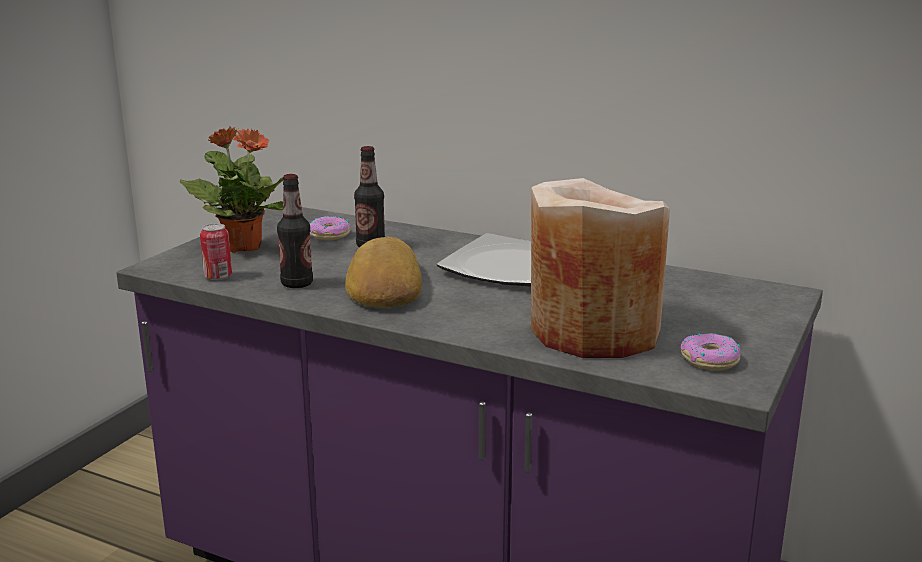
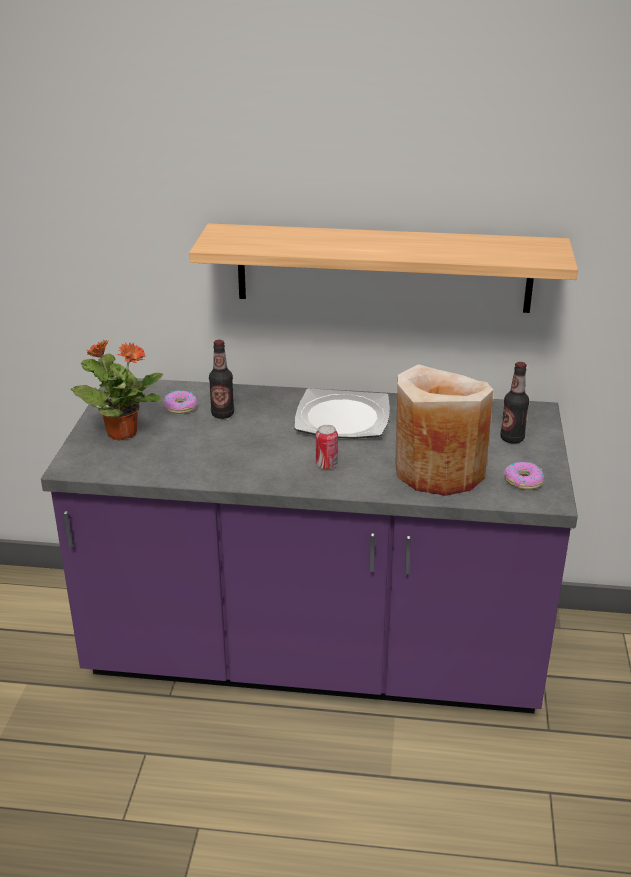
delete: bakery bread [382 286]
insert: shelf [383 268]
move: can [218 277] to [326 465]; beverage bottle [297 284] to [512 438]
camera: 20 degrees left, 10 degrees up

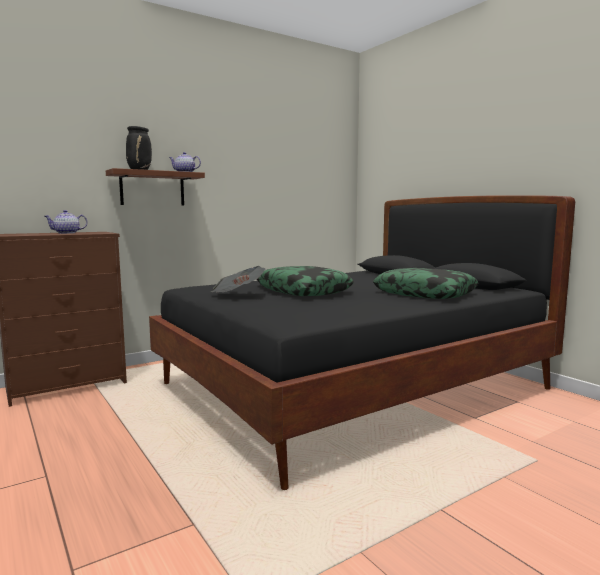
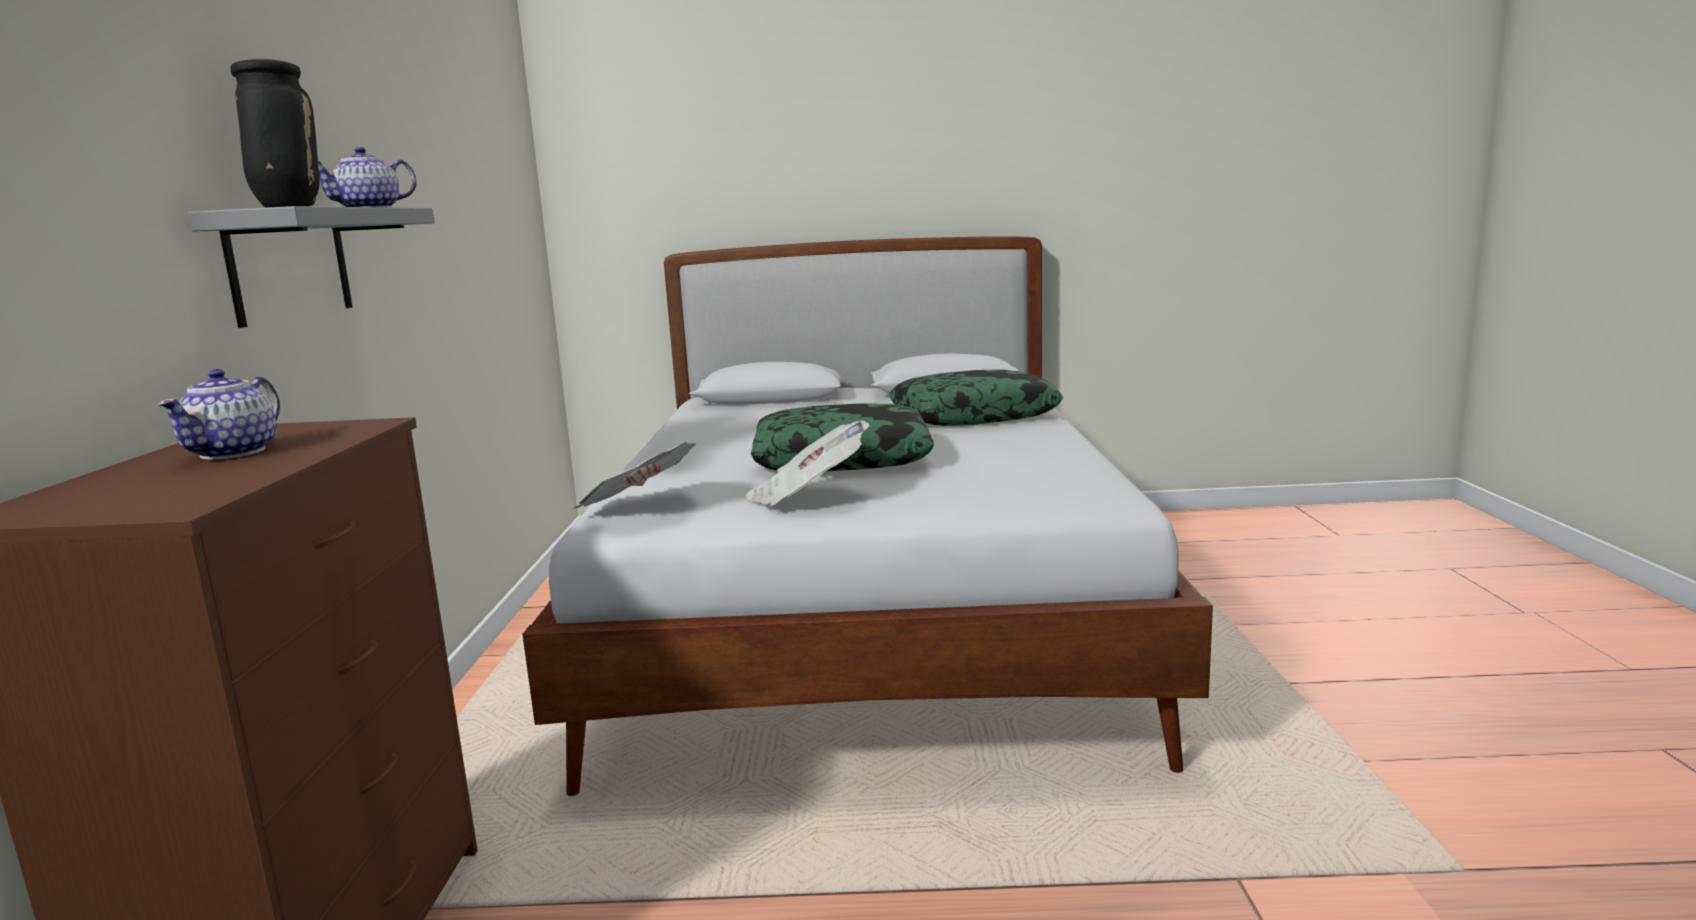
insert: printed paper [638 508]
recolor: brown shelf [152 189] to gray shelf [290 265]; blackish bedroom bed [353 387] to white-coloured bedroom bed [869 620]
camera: 55 degrees left, 5 degrees up

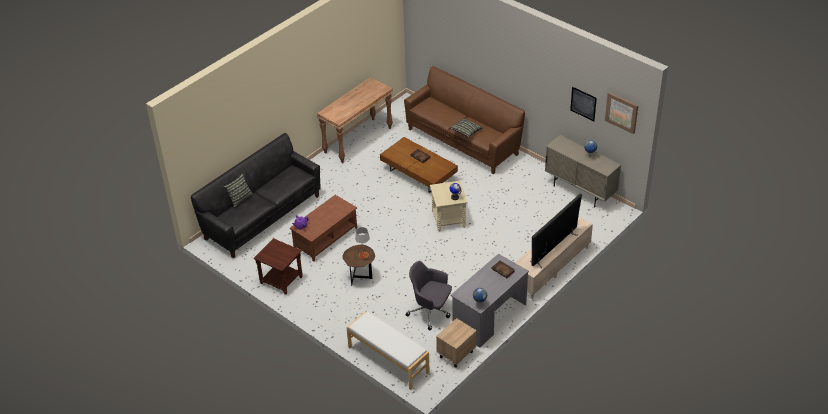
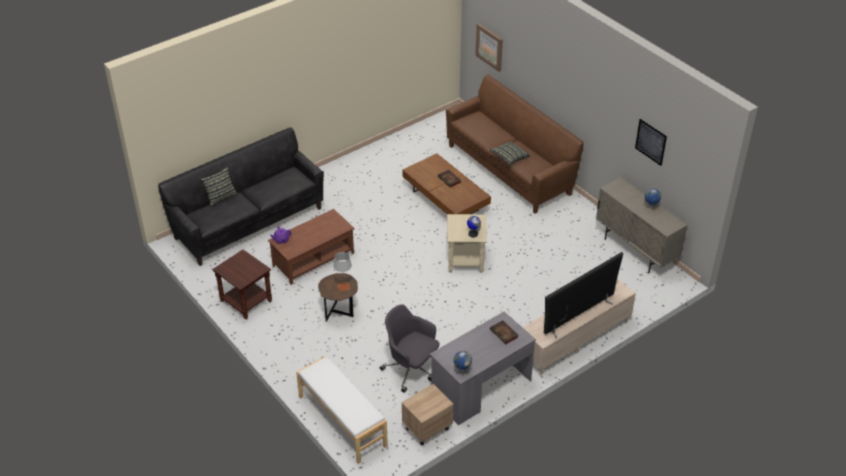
delete: brown narrow table [357 140]
move: wall art [622 112] to [489 47]
camera: 10 degrees right, 0 degrees up

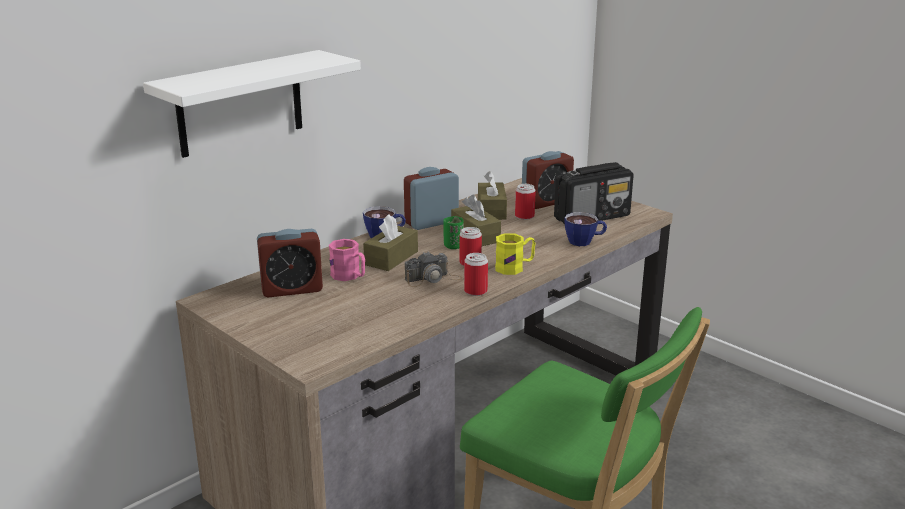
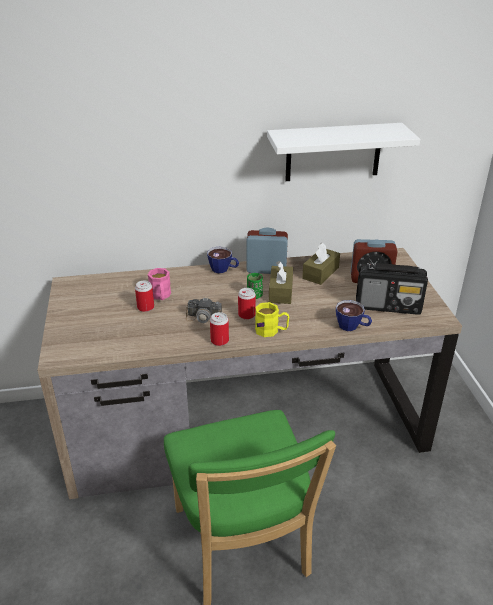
delete: bedside clock [292 289]; brown tissue holder [391 258]
move: can [524 216] to [145 307]; white-coloured shelf [240 103] to [333 152]
camera: 35 degrees right, 10 degrees up

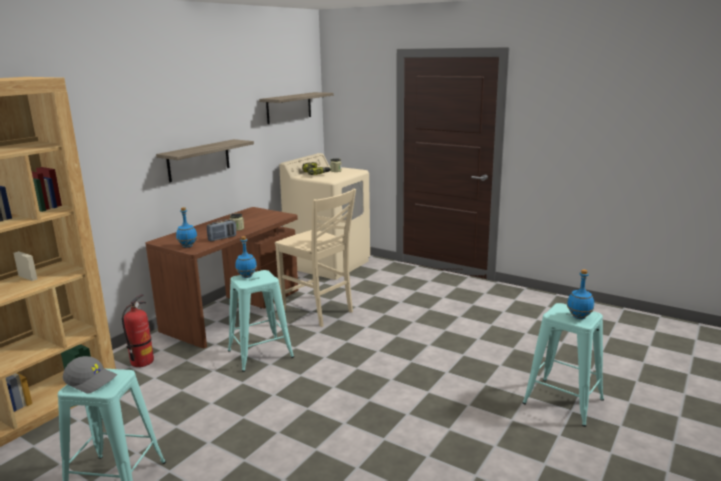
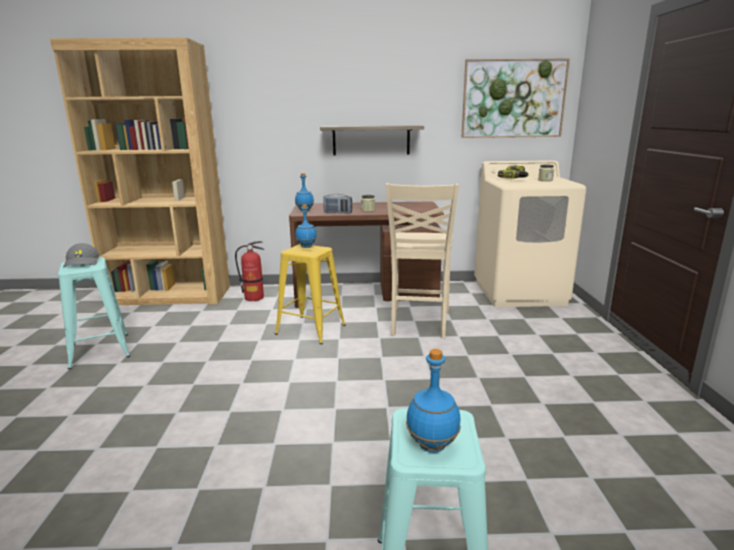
replace: shelf [289 107] to wall art [513 99]
recolor: turquoise stool [260 354] to yellow stool [310 329]
camera: 55 degrees right, 0 degrees up

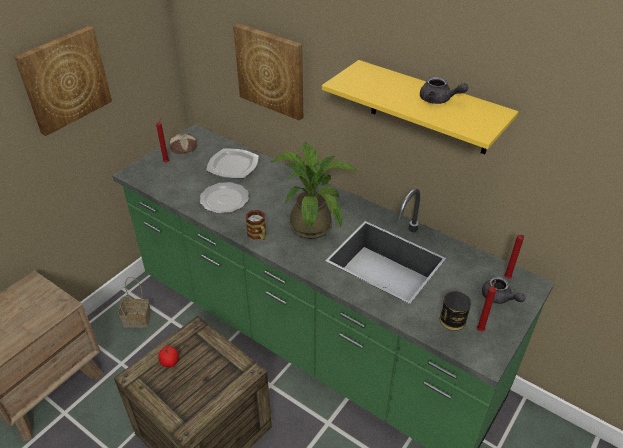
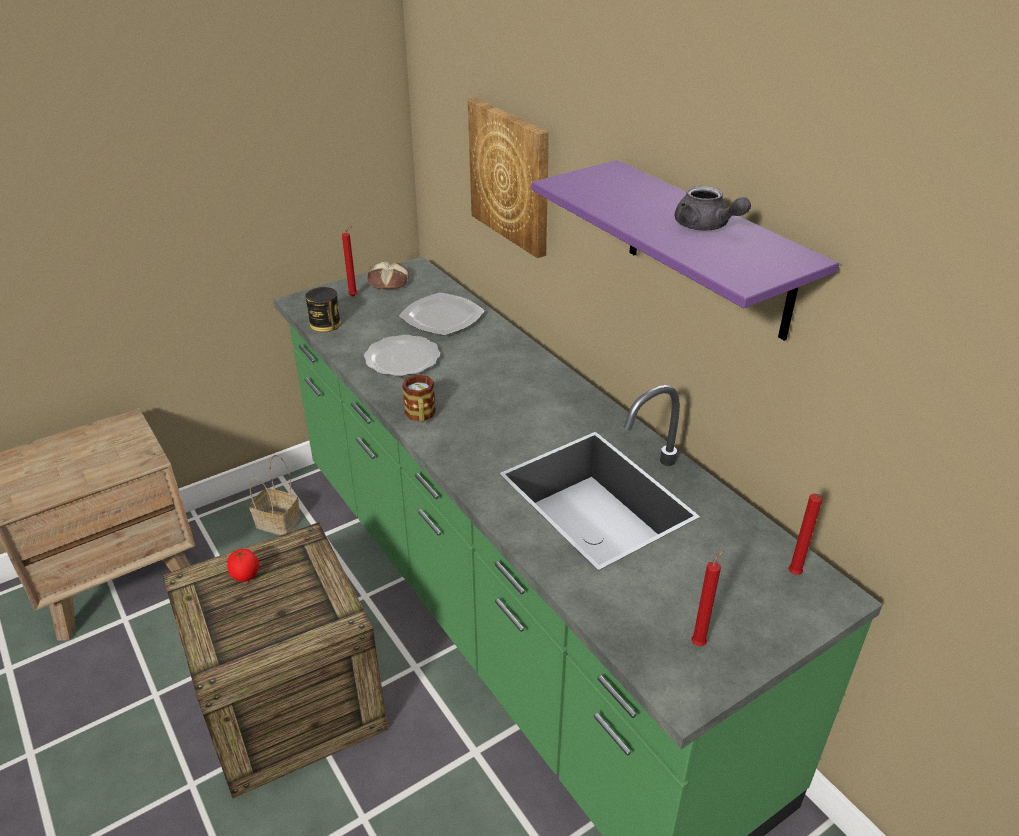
delete: wall art [64 79]; plant in a pot [312 223]; gray pot for tea [499 298]
move: can [452 320] to [325 324]
recolor: yellow shelf [429 108] to purple shelf [708 250]
camera: 20 degrees right, 5 degrees down

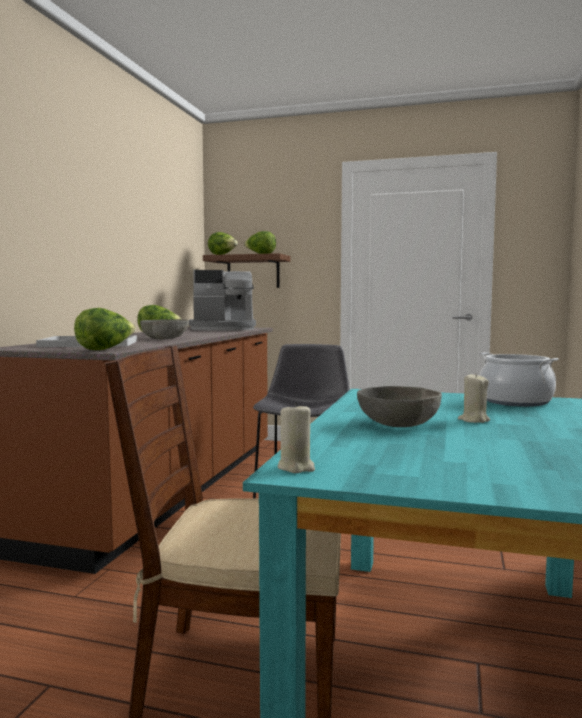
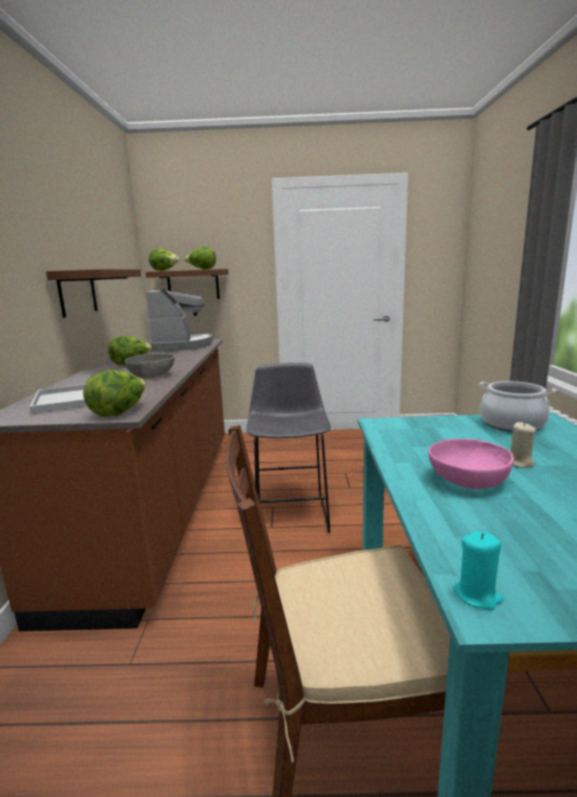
insert: brown shelf [77 292]
recolor: gray bowl [398 423] to pink bowl [467 480]; beige-coloured wax candle [296 467] to turquoise wax candle [477 595]
rotate: coffee brewer [223 329] = [181 346] 75 degrees counterclockwise
camera: 15 degrees left, 10 degrees up

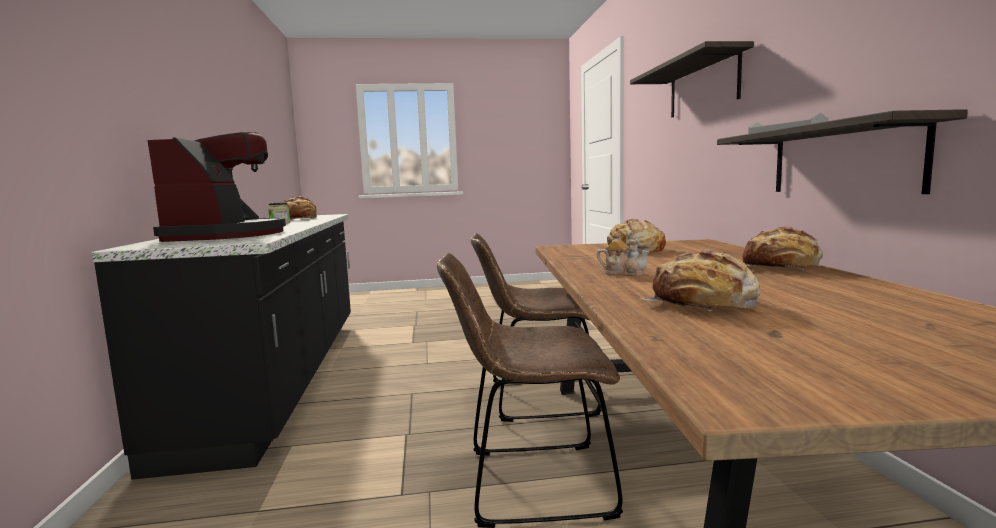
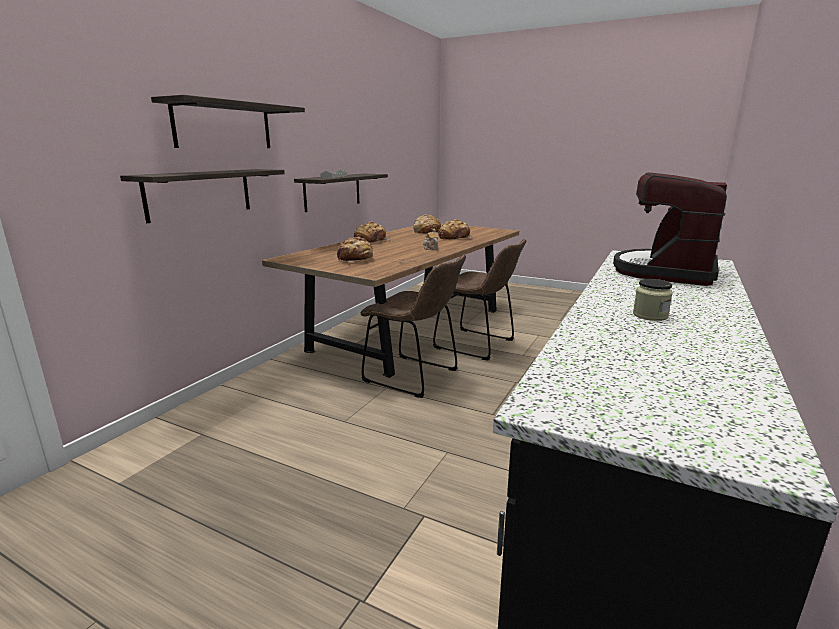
insert: shelf [199 193]
move: bakery bread [298 219] to [427 231]
camera: 145 degrees left, 10 degrees up

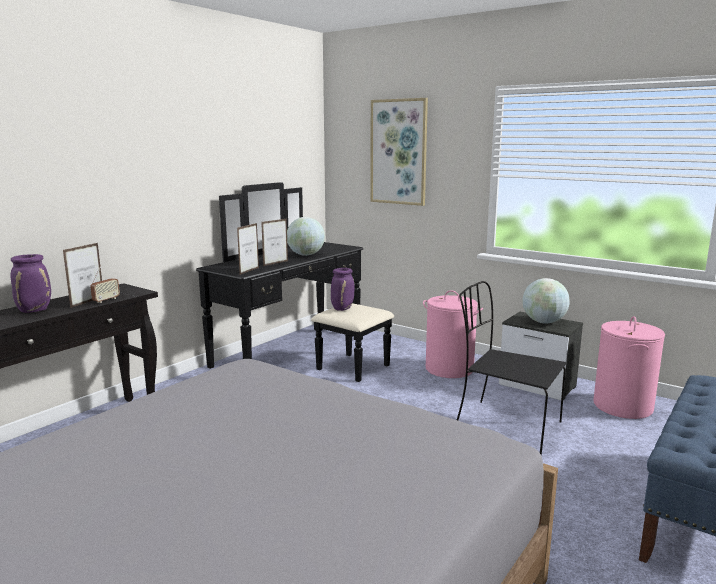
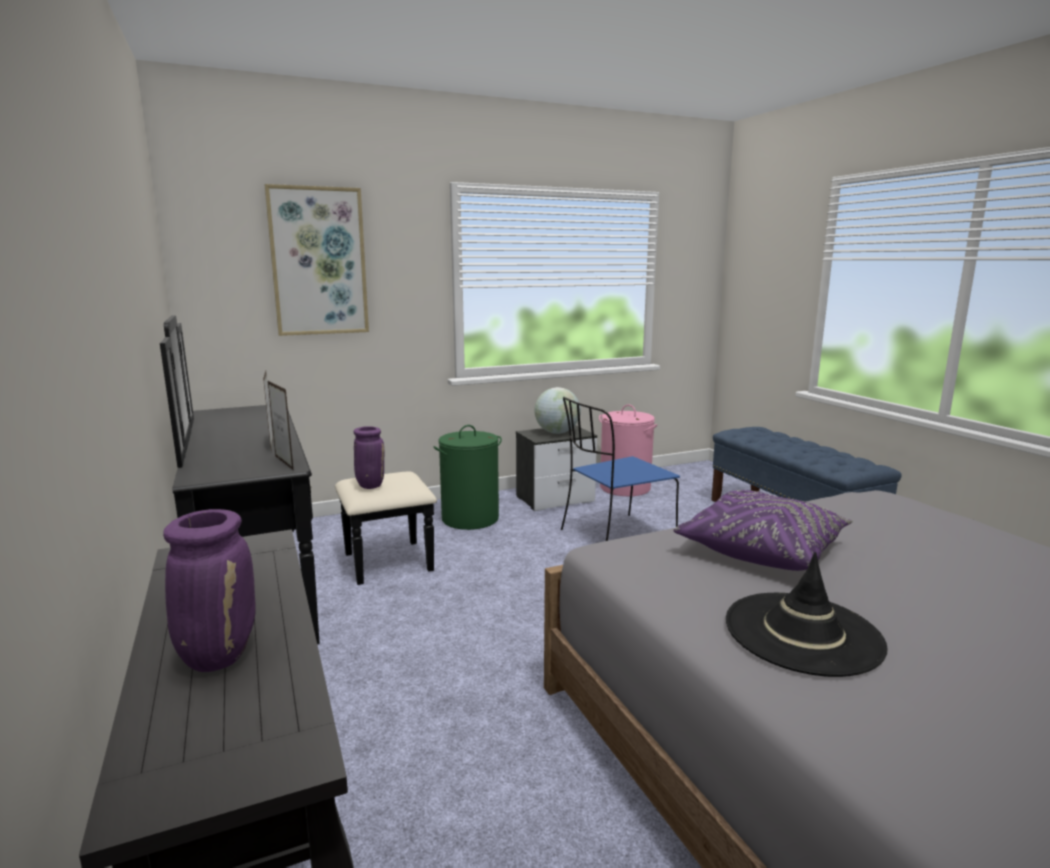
delete: standing frame [87 302]; radio [106 300]; world globe [306 255]
insert: purple pillow [762 549]; blackish wearable hat [802 633]
recolor: pink laundry basket [449 369] to green-coloured laundry basket [470 518]; blackish plain chair [505 426] to blue plain chair [615 536]
camera: 60 degrees left, 0 degrees up

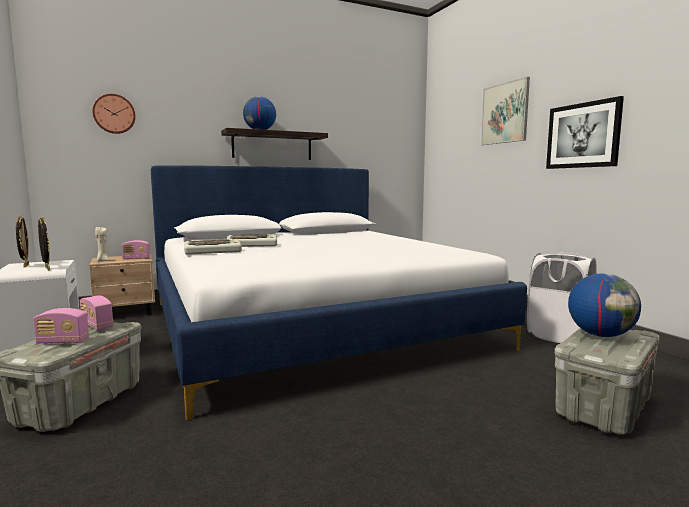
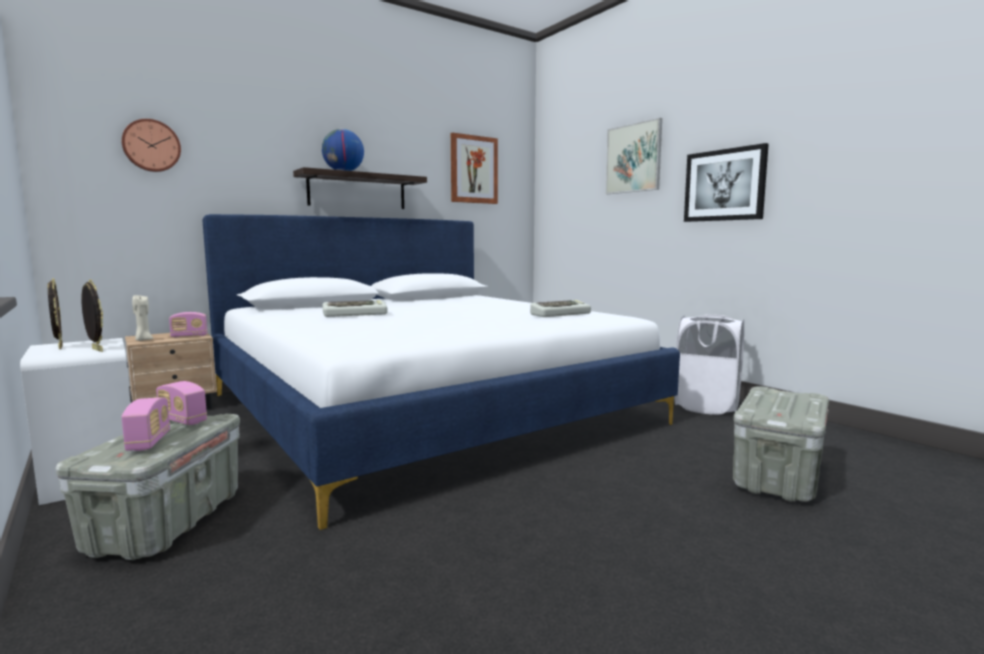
delete: world globe [600 335]
insert: wall art [473 169]
move: PC keyboard [213 251] to [560 314]
rotate: radio [63 341] = [149 442] 90 degrees counterclockwise
camera: 10 degrees left, 0 degrees up

